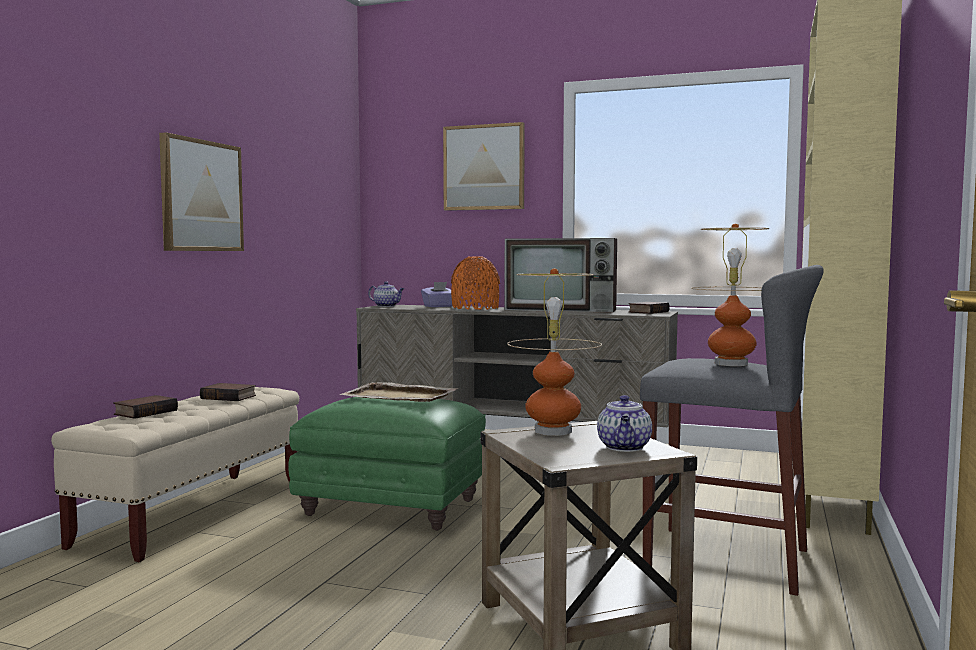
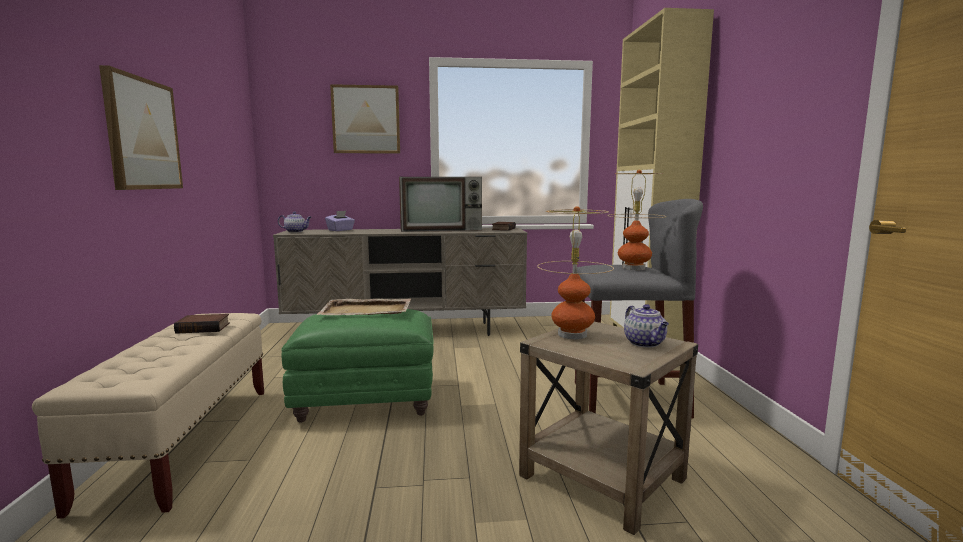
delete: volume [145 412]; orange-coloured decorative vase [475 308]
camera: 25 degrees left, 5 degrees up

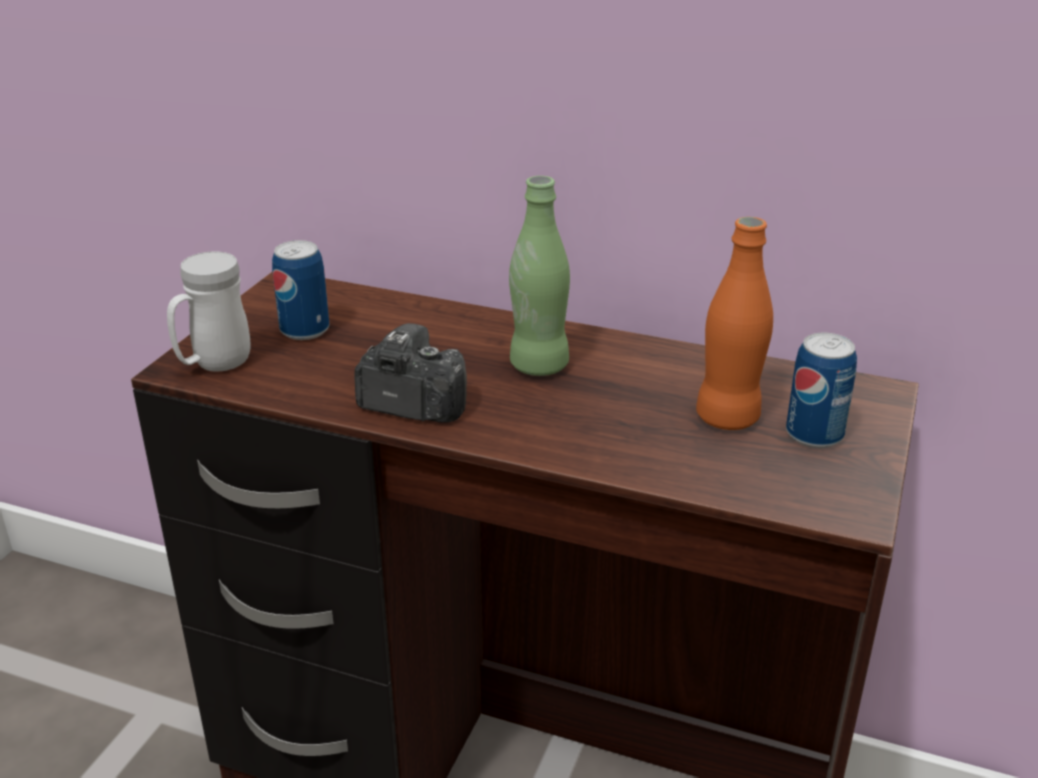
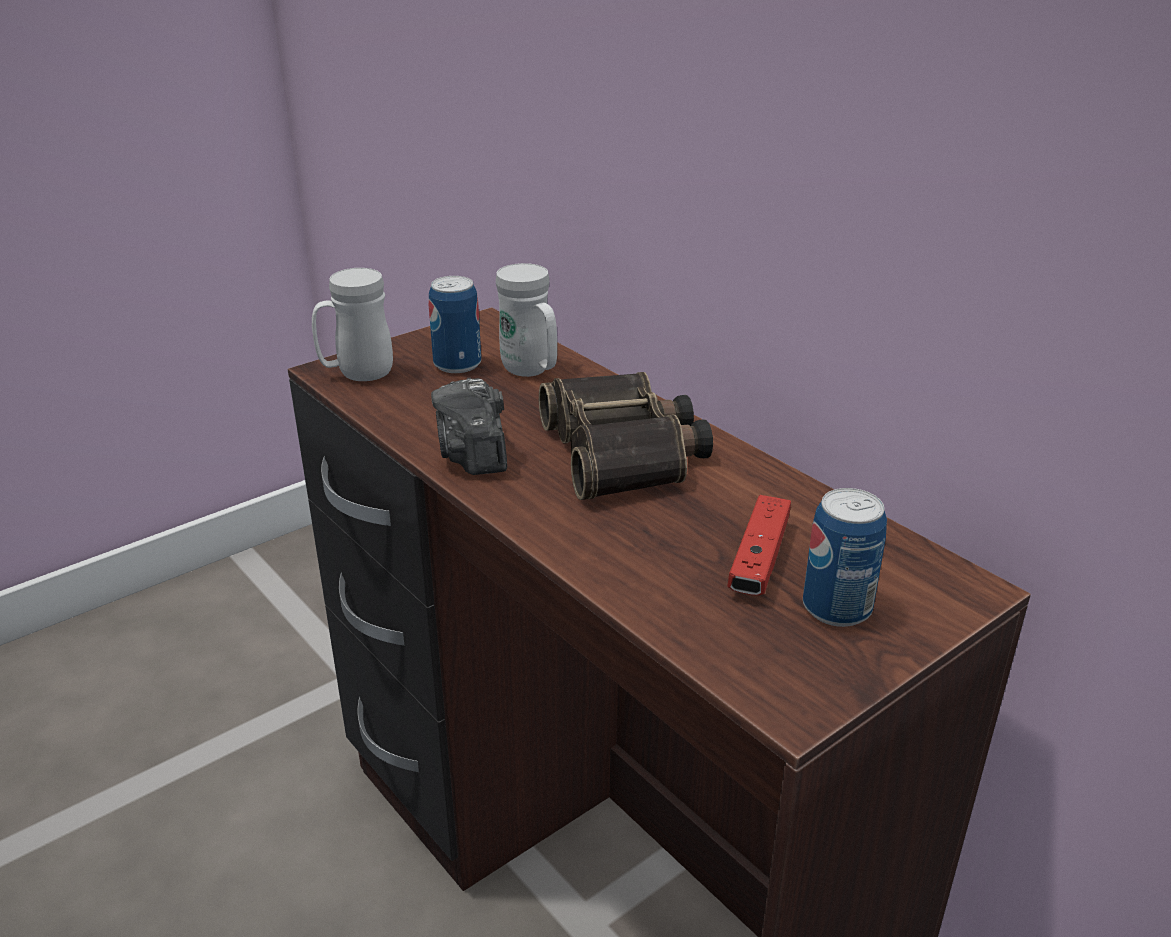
insert: white-coloured coffee mug [531 372]
replace: green-coloured beverage bottle [539 365] to pair of binoculars [625 452]; orange-coloured beverage bottle [727 418] to red-coloured joypad [759 559]
rotate: photo camera [412 405] = [473 454] 150 degrees counterclockwise
camera: 30 degrees right, 0 degrees up

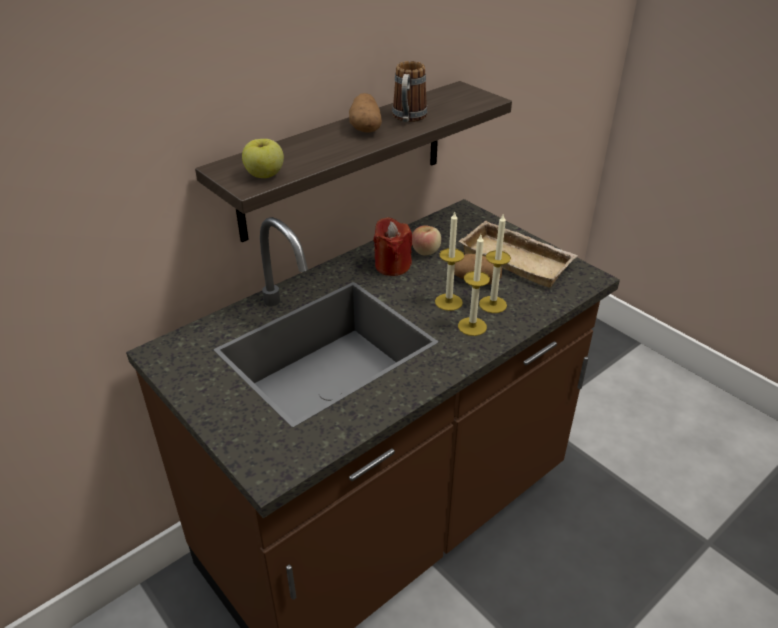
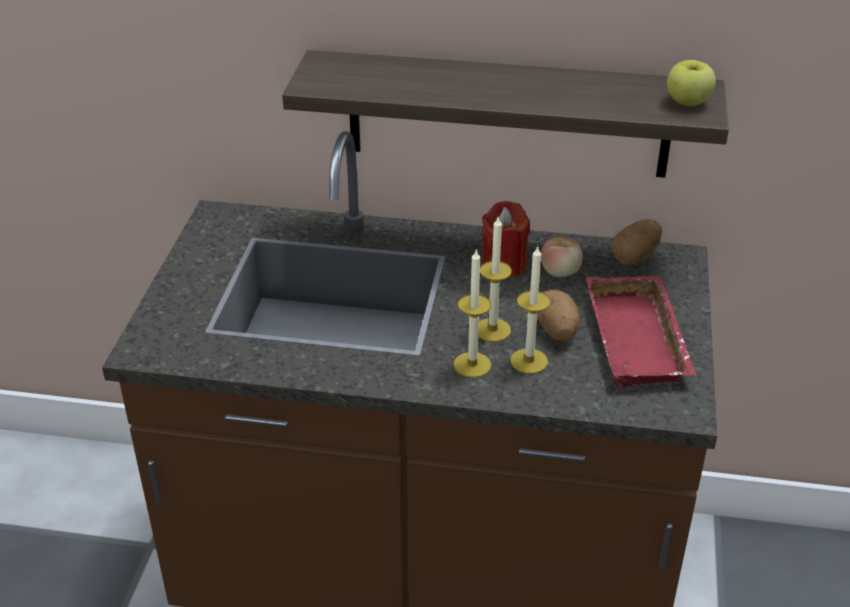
delete: coffee mug [408 118]
move: spud [365 128] to [635 256]; whole apple [265 175] to [688 102]
recolor: beige-coloured serving tray [518 259] to red-coloured serving tray [641 341]
camera: 50 degrees right, 0 degrees up

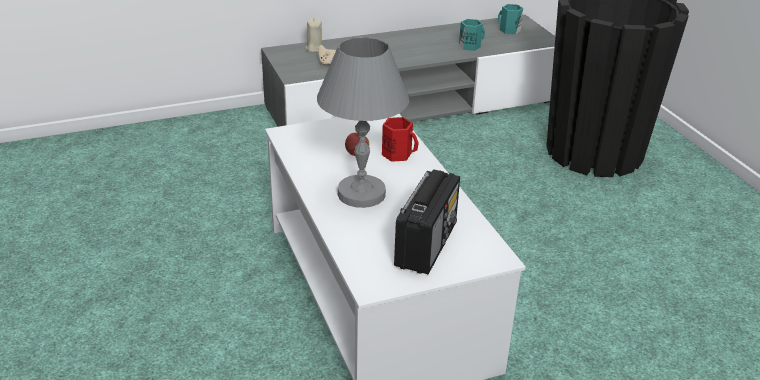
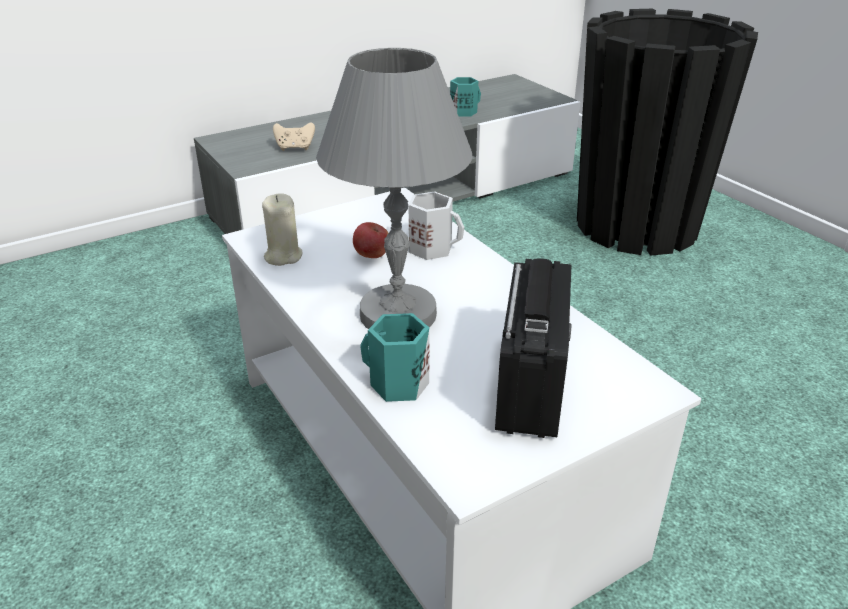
move: beige-coloured wax candle [314 48] to [283 256]; turquoise coffee mug [508 30] to [396 384]
recolor: red-coloured coffee mug [398 154] to white-coloured coffee mug [432 248]
camera: 10 degrees left, 0 degrees up

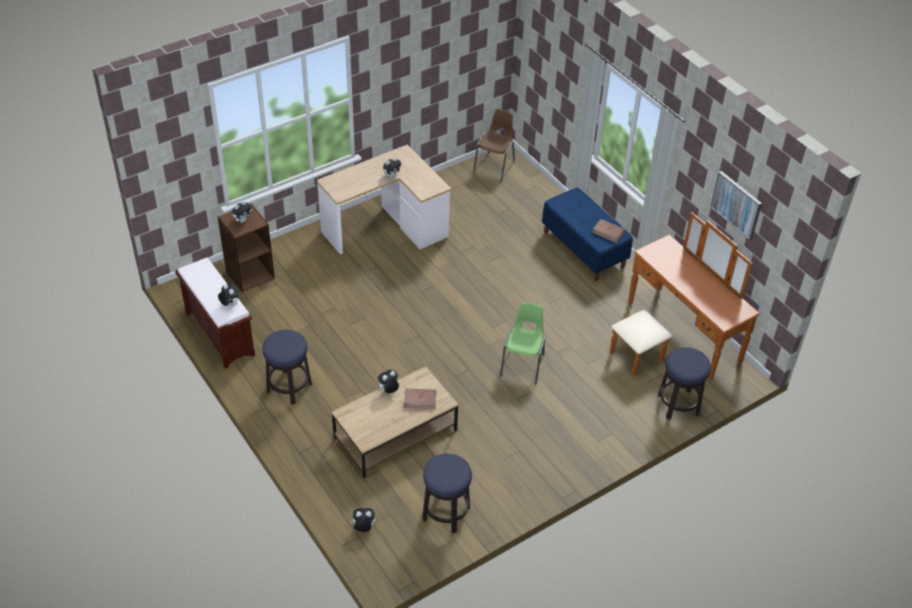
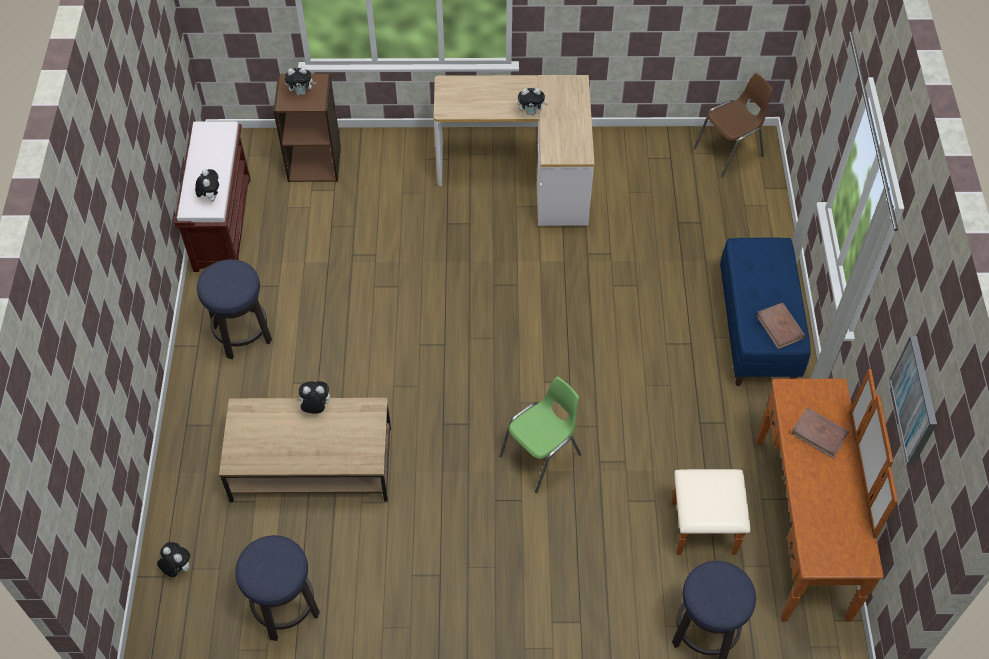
move: brown volume [420 400] to [819 434]
camera: 35 degrees right, 10 degrees up

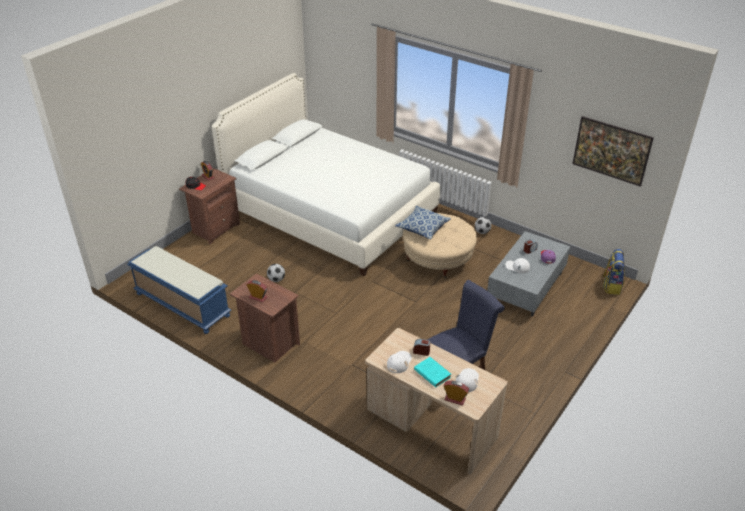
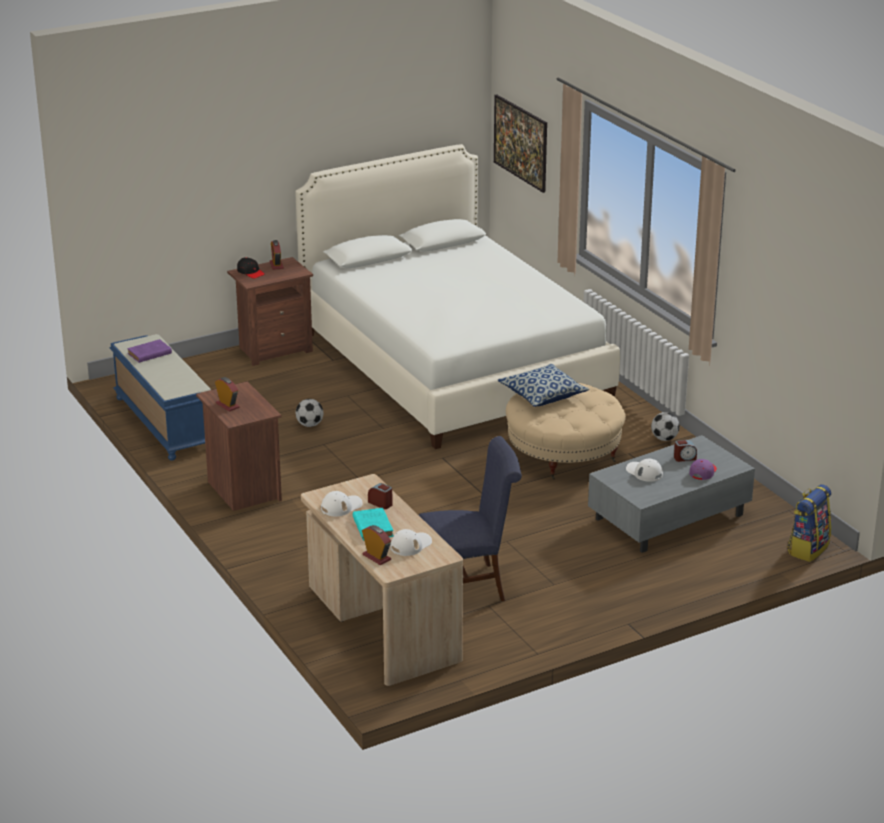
insert: purple volume [148 354]
move: wall art [609 162] to [520 159]
camera: 25 degrees right, 10 degrees down

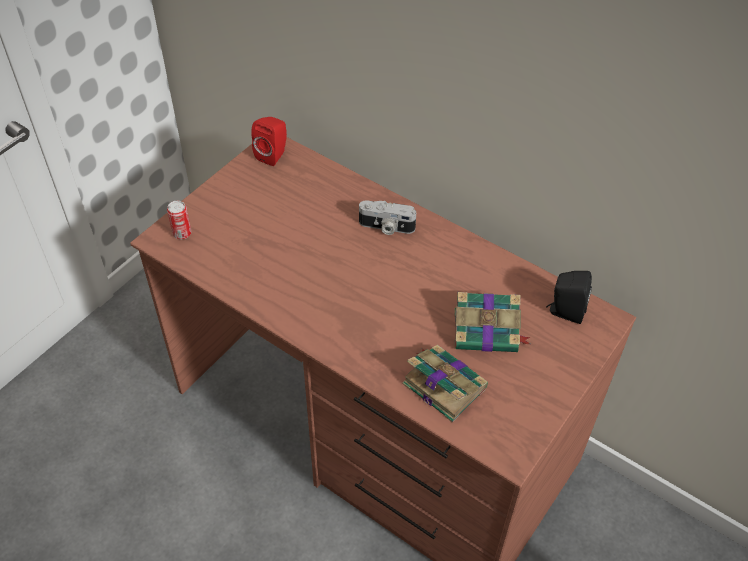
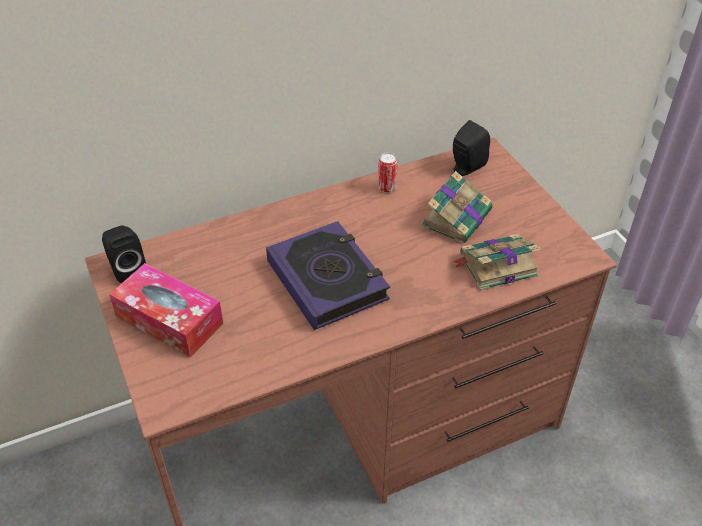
delete: photo camera [386 227]
insert: tissue holder [169 320]; volume [327 280]
move: can [182 233] to [386 187]
recolor: red-coloured loudspeaker [273 155] to blackish loudspeaker [126 269]
camera: 60 degrees left, 5 degrees down

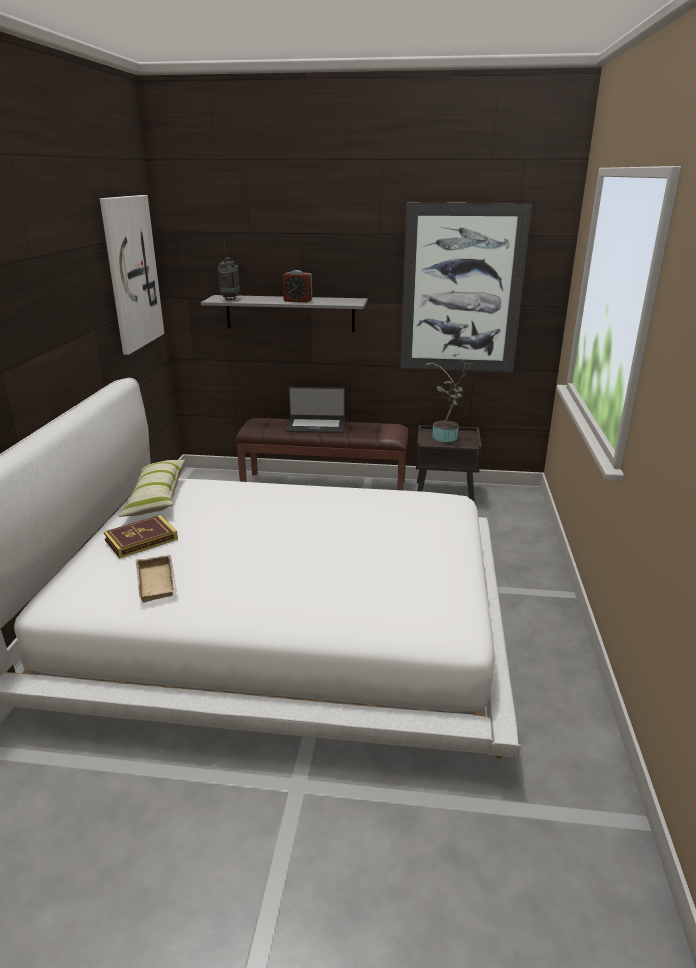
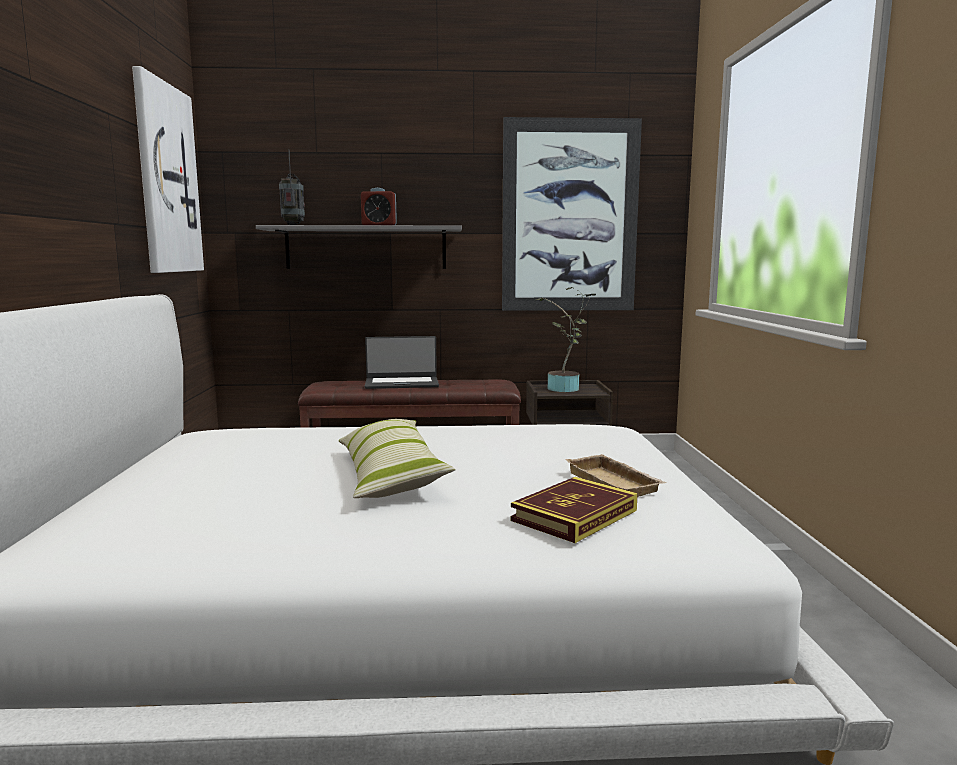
move: pillow [156 497] to [390 475]; volume [141 540] to [574 515]; beige-coloured serving tray [158 582] to [616 483]
camera: 10 degrees left, 15 degrees down

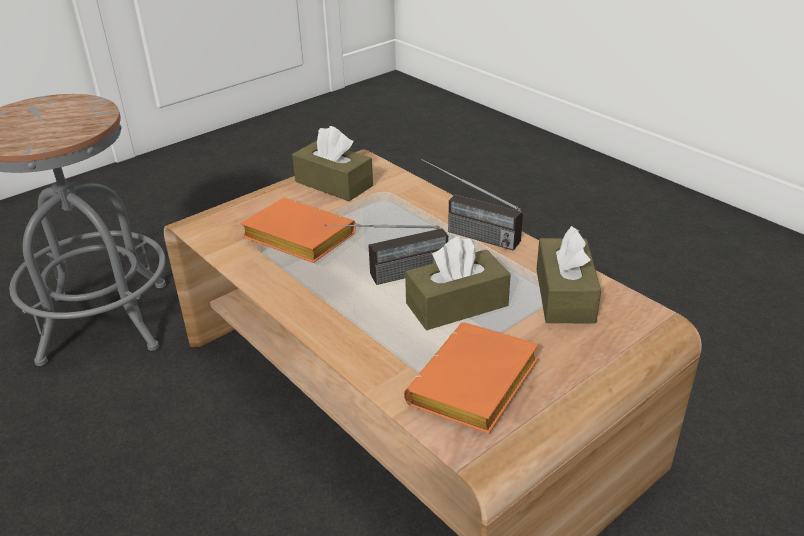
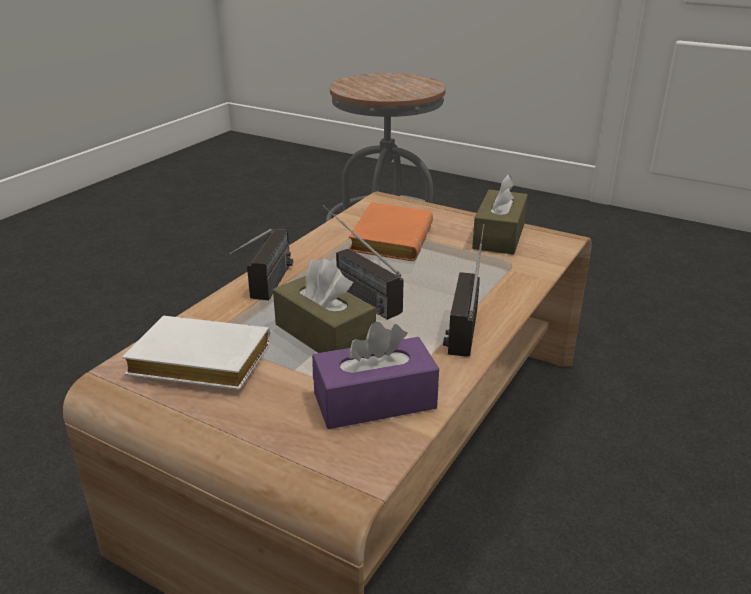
insert: radio [267 291]
recolor: orange-coloured volume [475 388] to white-coloured volume [196 364]; brown tissue holder [564 295] to purple tissue holder [374 401]
camera: 70 degrees right, 5 degrees down

